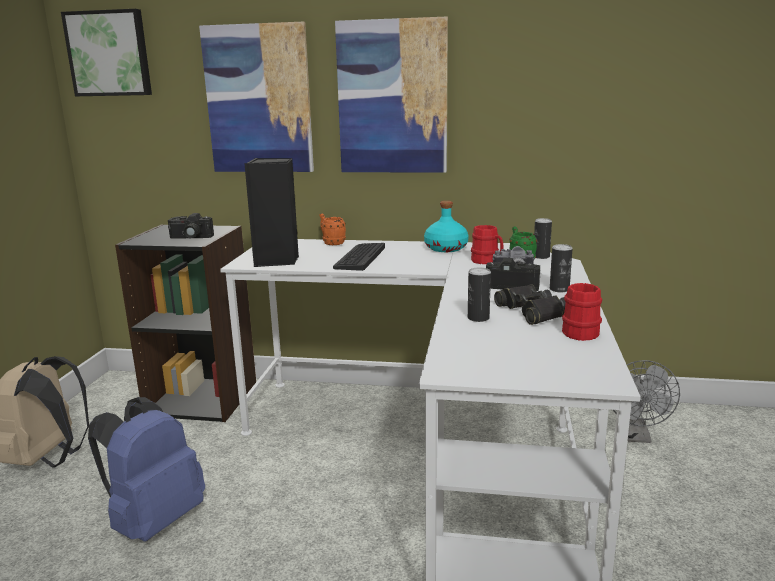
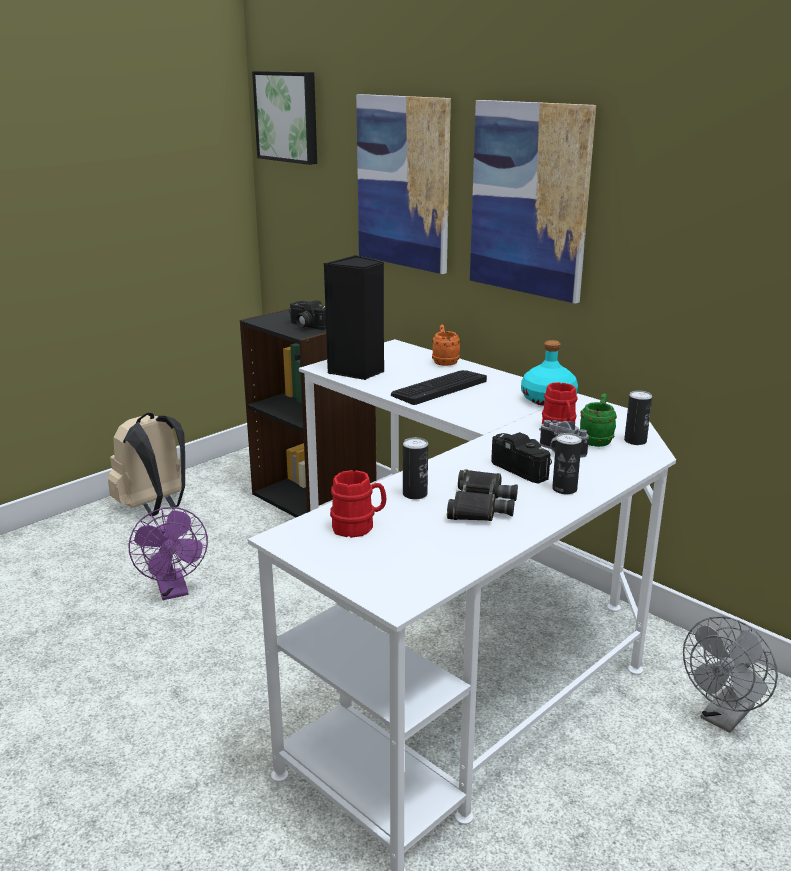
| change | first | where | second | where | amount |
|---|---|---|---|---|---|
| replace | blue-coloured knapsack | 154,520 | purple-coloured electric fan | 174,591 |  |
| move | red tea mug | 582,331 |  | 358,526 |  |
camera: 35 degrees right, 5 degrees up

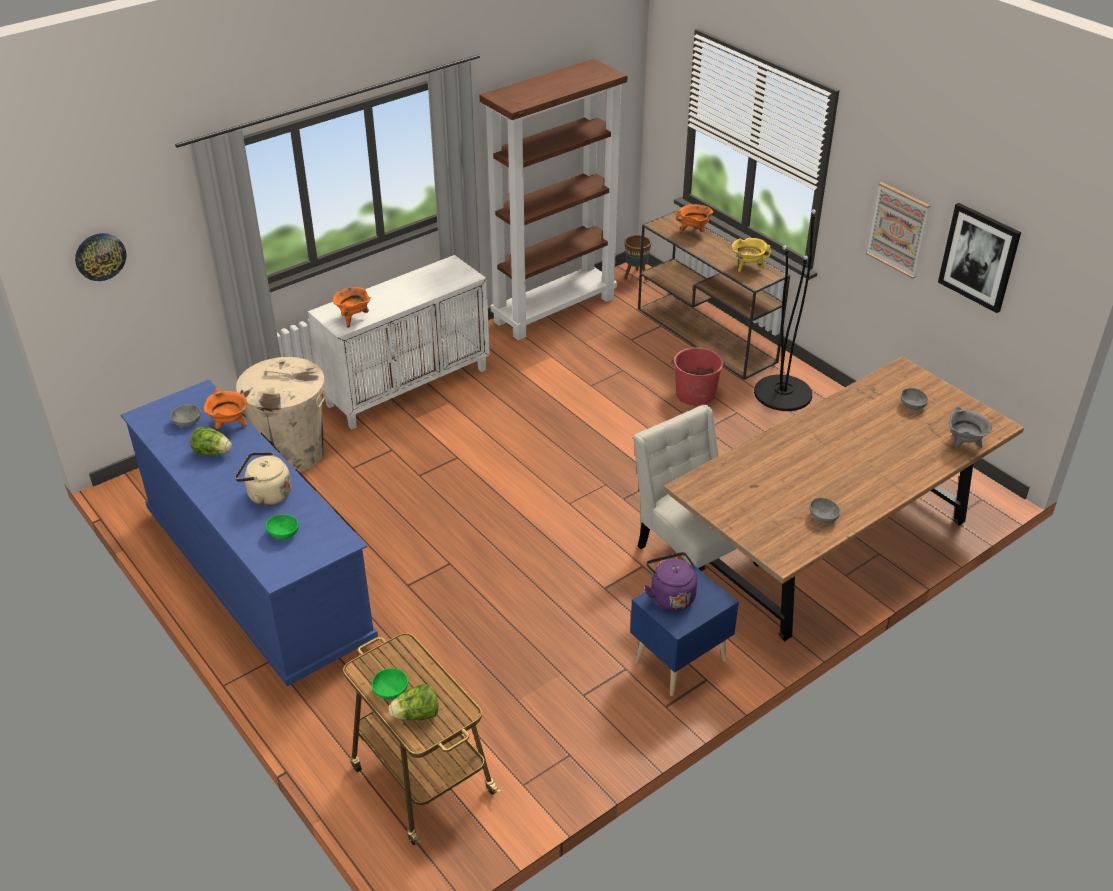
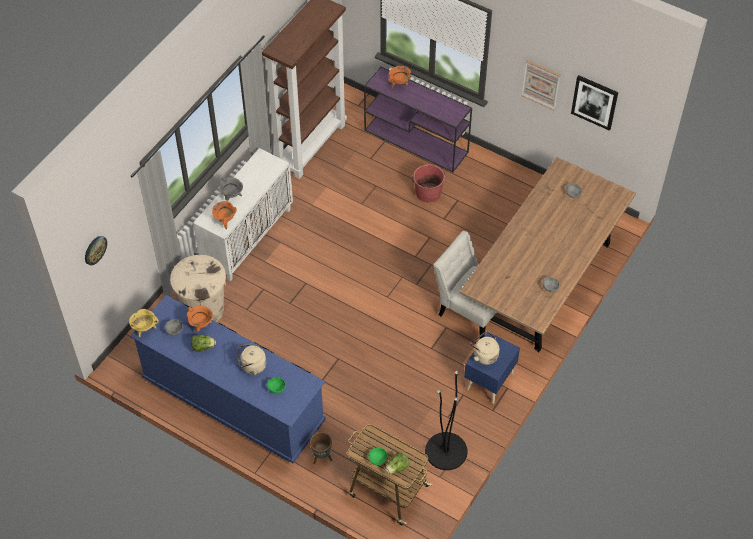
| change | first | where | second | where | amount |
|---|---|---|---|---|---|
| move | brown-coloured plant pot | 636,276 |  | 321,457 |  |
| recolor | brown-coloured narrow table | 707,335 | purple-coloured narrow table | 417,141 |  |
| recolor | purple-coloured water kettle | 670,596 | sand-coloured water kettle | 484,355 |  |
| move | yellowish stockpot | 748,267 |  | 145,329 |  |
| move | black standing lamp | 783,393 |  | 446,451 |  |
| move | greyish stockpot | 963,444 |  | 231,196 |  |
camera: 20 degrees left, 15 degrees up

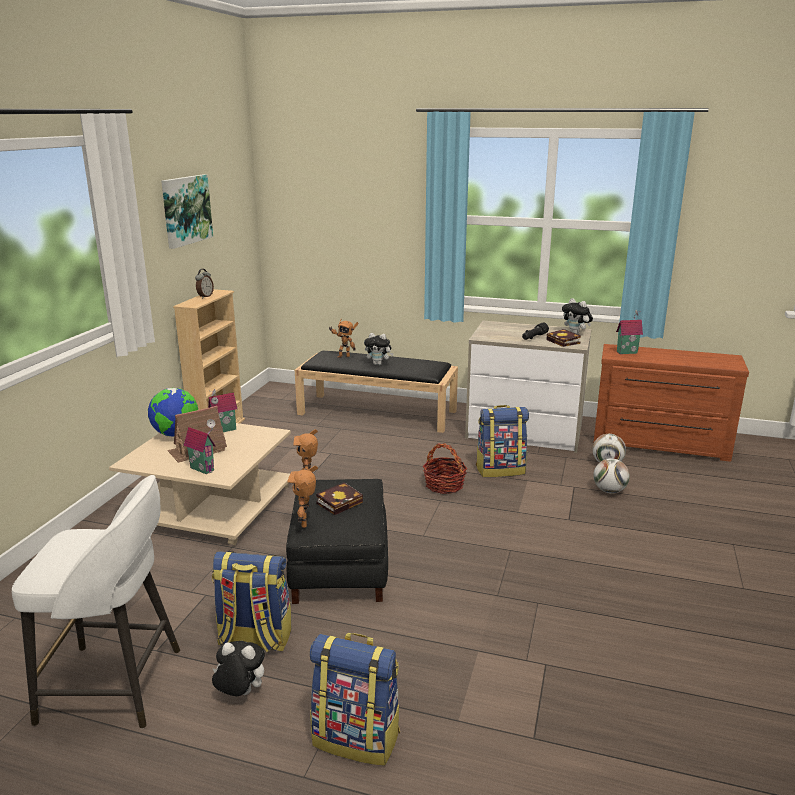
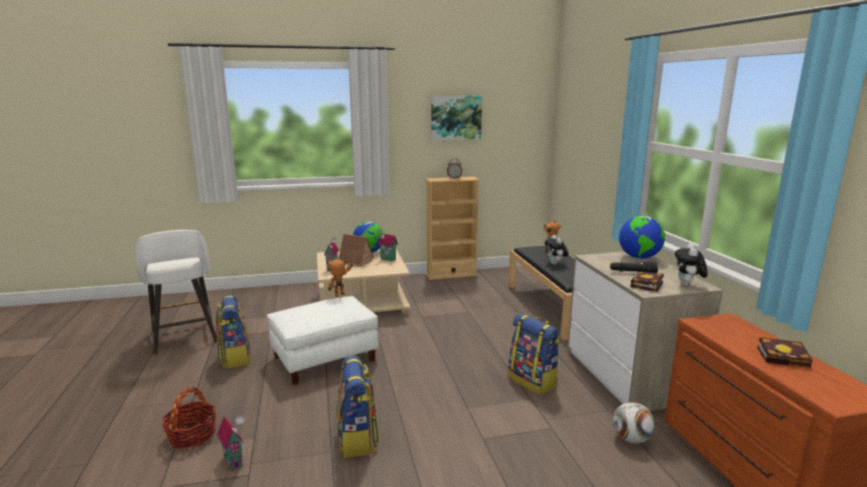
| change | first | where | second | where | amount |
|---|---|---|---|---|---|
| delete | cuddly toy | 240,694 |  |  |  |
| recolor | black pouffe | 340,567 | whitish pouffe | 324,359 |  |
| delete | robot figure | 306,523 |  |  |  |
| move | knapsack | 357,738 |  | 358,439 |  |
| move | bound book | 340,502 |  | 785,357 |  |
| move | household basket | 444,485 |  | 192,435 |  |
| delete | football ball | 609,491 |  |  |  |
| move | model house | 626,352 |  | 235,461 |  |
| insert |  |  | world globe | 639,258 |  |
camera: 60 degrees right, 5 degrees down

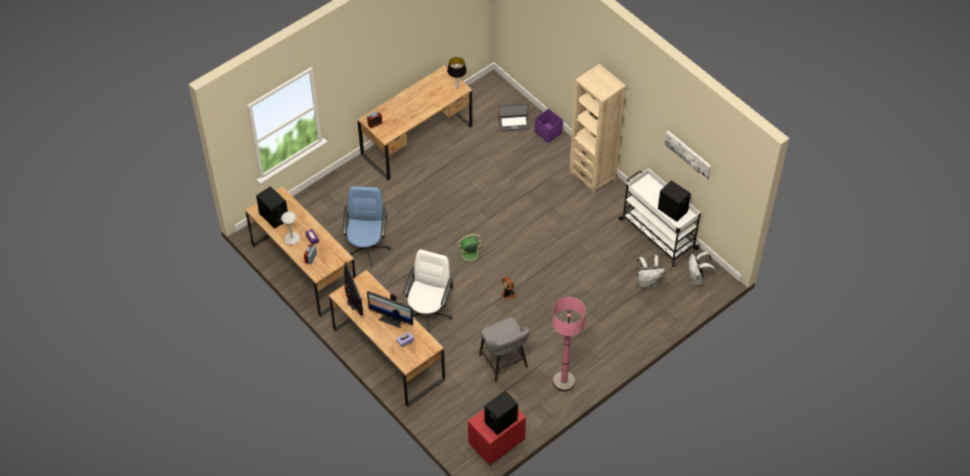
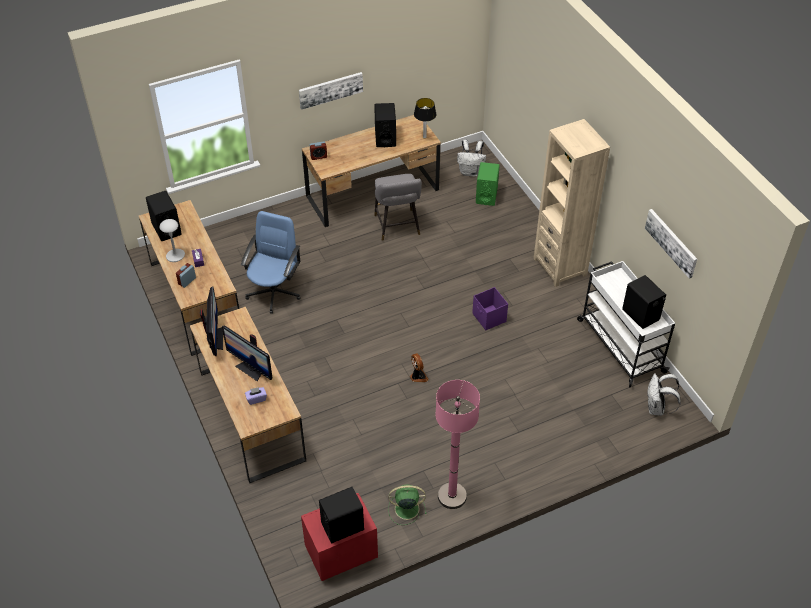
| change | first | where | second | where | amount |
|---|---|---|---|---|---|
| delete | whitish office chair | 429,312 |  |  |  |
| move | greenish electric fan | 468,253 |  | 405,509 |  |
| move | greyish stool | 504,363 |  | 397,227 |  |
| replace | notebook computer | 514,123 | greenish speaker | 486,196 |  |
| move | purple-coloured storage bin | 548,133 |  | 489,318 |  |
| move | whitish knapsack | 647,282 |  | 470,172 |  |
| insert |  |  | wall art | 330,89 |  |
| insert |  |  | black speaker | 385,138 |  |
camera: 15 degrees right, 5 degrees down

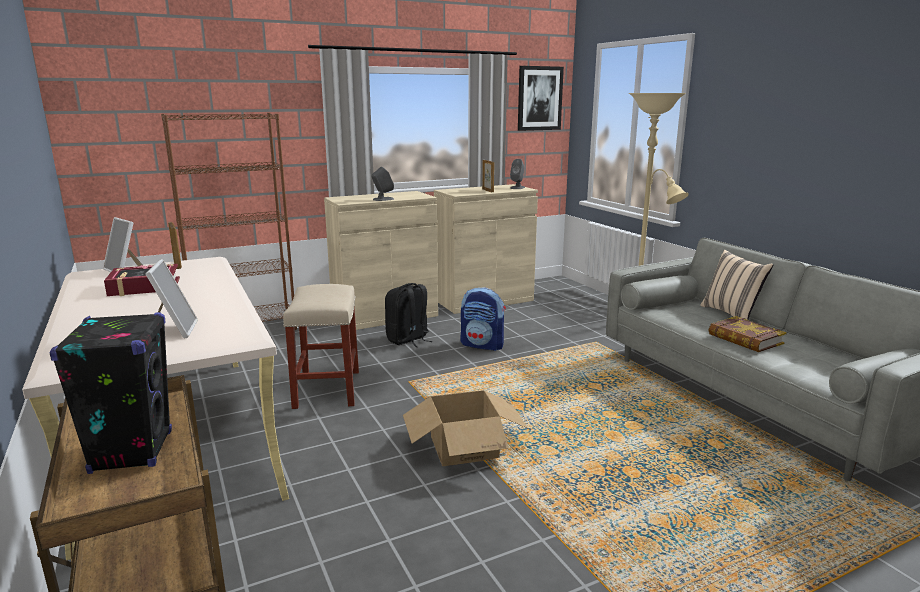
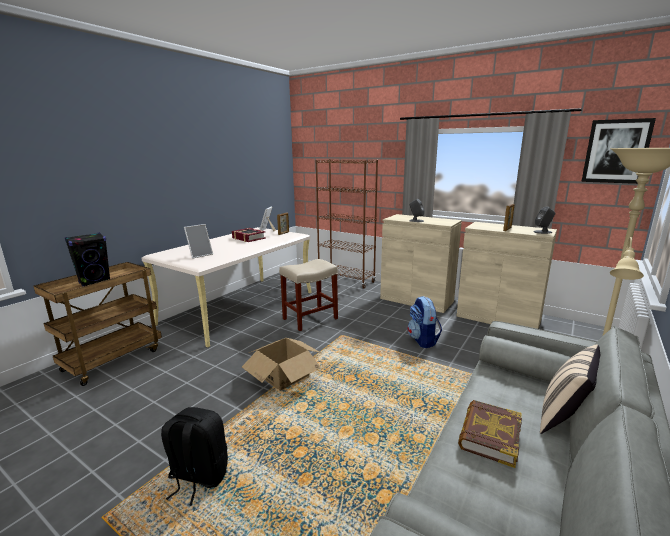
| change | first | where | second | where | amount |
|---|---|---|---|---|---|
| move | black knapsack | 408,340 |  | 198,477 |  |
camera: 60 degrees right, 0 degrees up

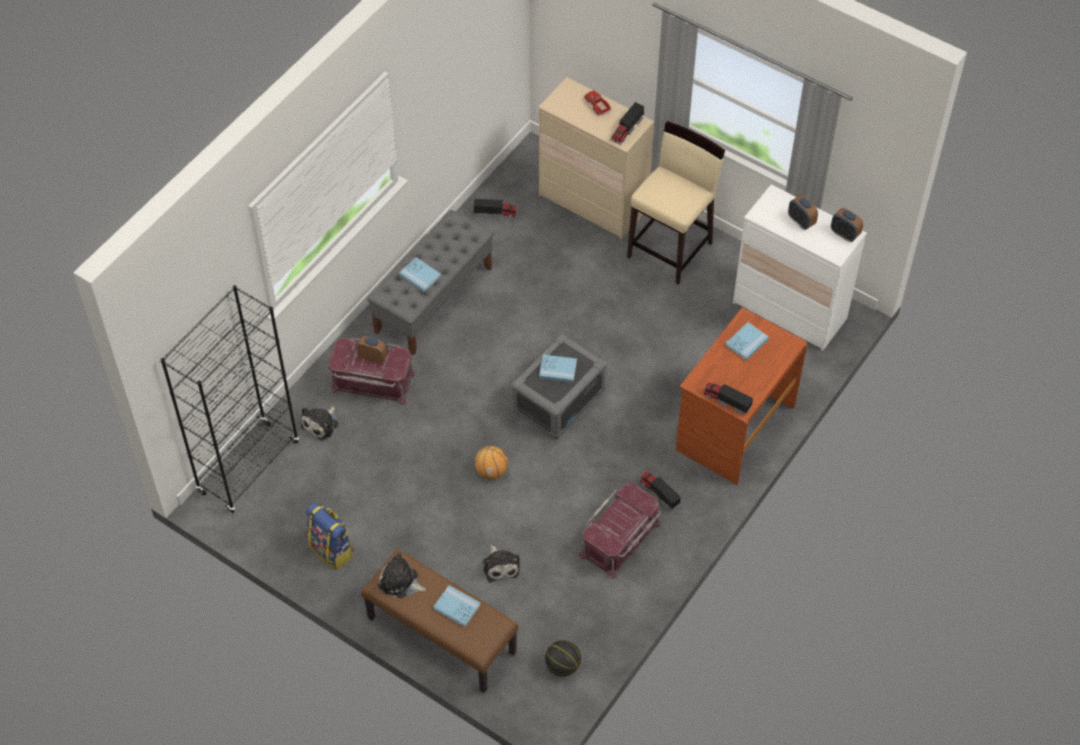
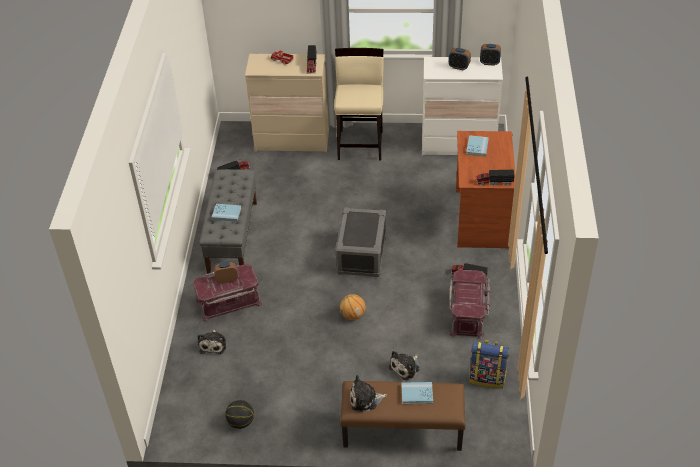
| change | first | where | second | where | amount |
|---|---|---|---|---|---|
| delete | black bookshelf | 249,467 |  |  |  |
| move | knapsack | 332,550 |  | 487,378 |  |
| rotate | cuddly toy | 500,566 |  | 406,367 | 90 degrees clockwise |
| delete | blue-coloured bound book | 557,369 |  |  |  |
| move | basketball | 562,666 |  | 241,422 |  |
camera: 30 degrees left, 10 degrees down

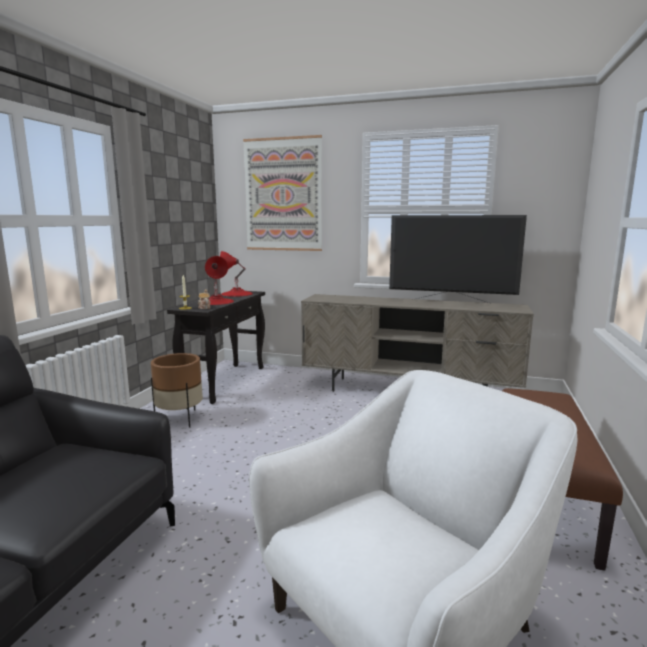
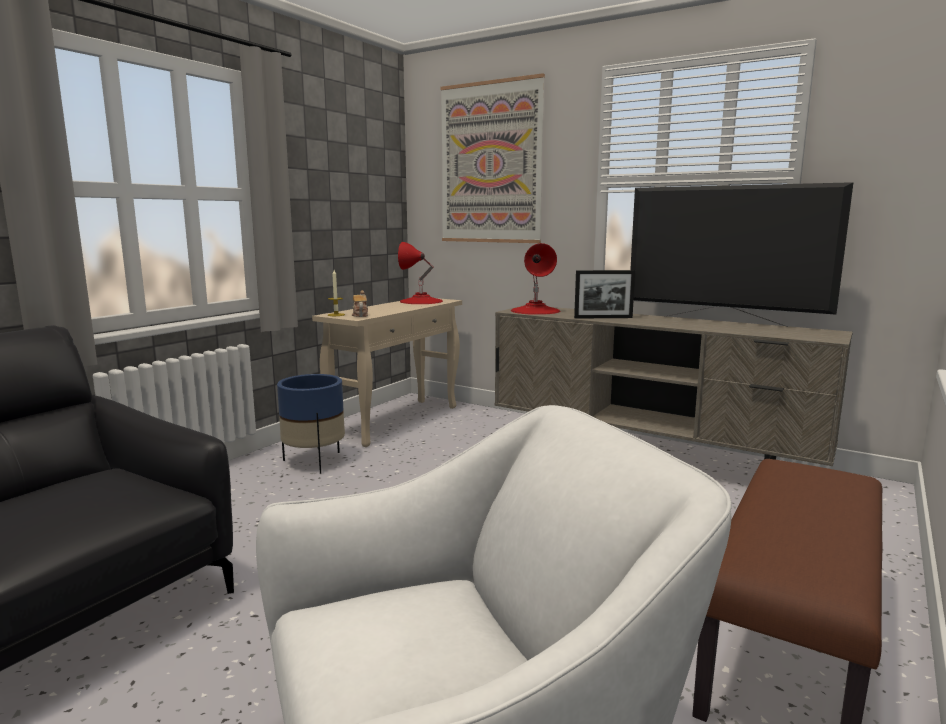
| change | first | where | second | where | amount |
|---|---|---|---|---|---|
| recolor | brown-coloured plant pot | 179,419 | blue-coloured plant pot | 314,462 |  |
| recolor | black narrow table | 225,382 | sand-coloured narrow table | 397,421 |  |
| move | red tabletop lamp | 216,301 |  | 535,310 |  |
| insert |  |  | picture frame | 603,318 |  |
camera: 15 degrees right, 0 degrees up

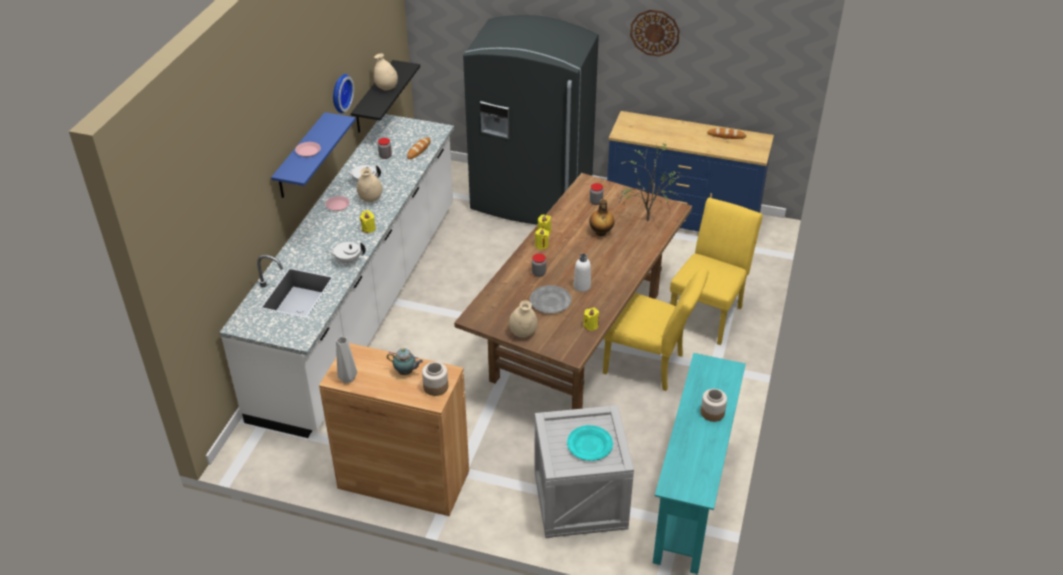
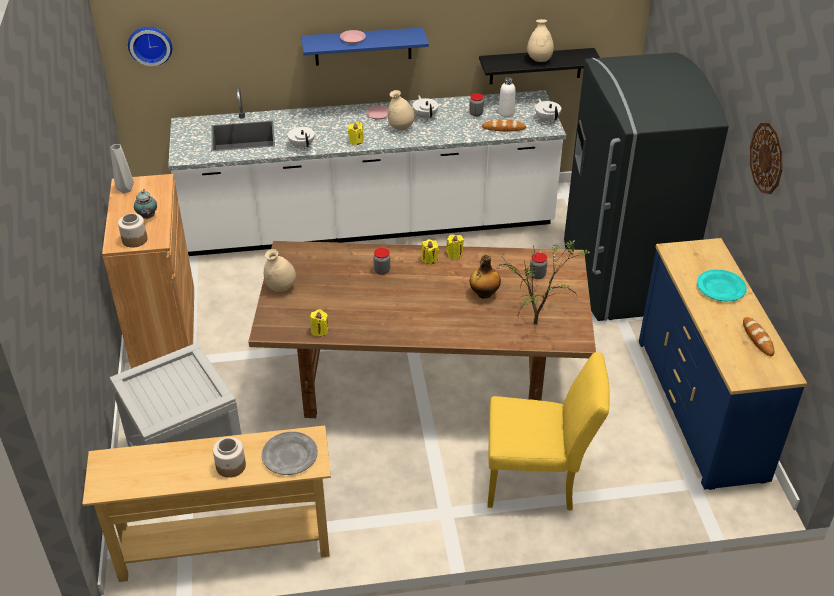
| change | first | where | second | where | amount |
|---|---|---|---|---|---|
| move | clock on the wall | 340,93 |  | 150,44 |  |
| move | greyish dinner plate | 550,301 |  | 289,455 |  |
| move | blue-green dinner plate | 589,445 |  | 721,288 |  |
| move | whitish beverage bottle | 582,286 |  | 506,113 |  |
| delete | yellowish plain chair | 650,365 |  |  |  |
| recolor | blue-green narrow table | 692,498 | sand-coloured narrow table | 225,548 |  |
| insert |  |  | whitish teapot | 547,119 |  |
camera: 65 degrees right, 0 degrees up

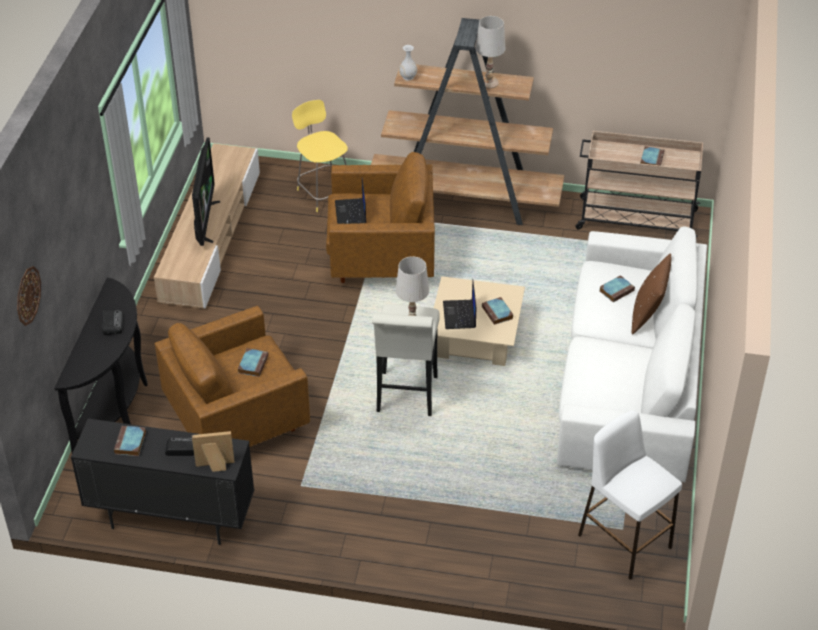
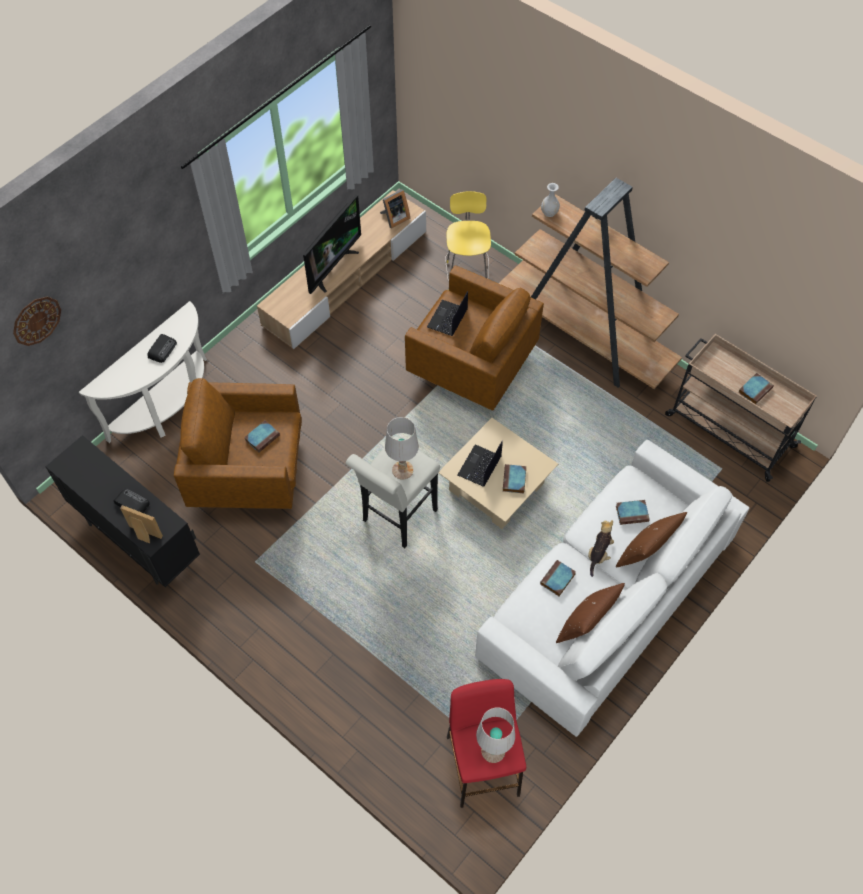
| change | first | where | second | where | amount |
|---|---|---|---|---|---|
| recolor | black narrow table | 115,403 | whitish narrow table | 168,408 |  |
| move | bound book | 130,443 |  | 557,580 |  |
| move | whitish tabletop lamp | 489,83 |  | 493,751 |  |
| recolor | whitish stool | 624,541 | red stool | 482,765 |  |
| insert |  |  | picture frame | 394,218 |  |
| insert |  |  | brown-coloured cushion | 585,625 |  |
| insert |  |  | cuddly toy | 599,553 |  |
camera: 30 degrees right, 15 degrees up

